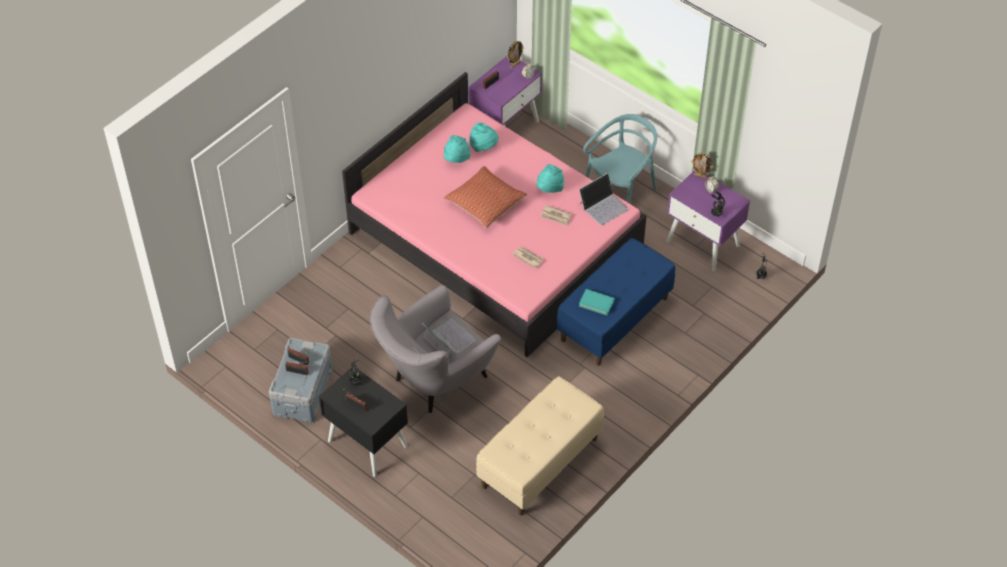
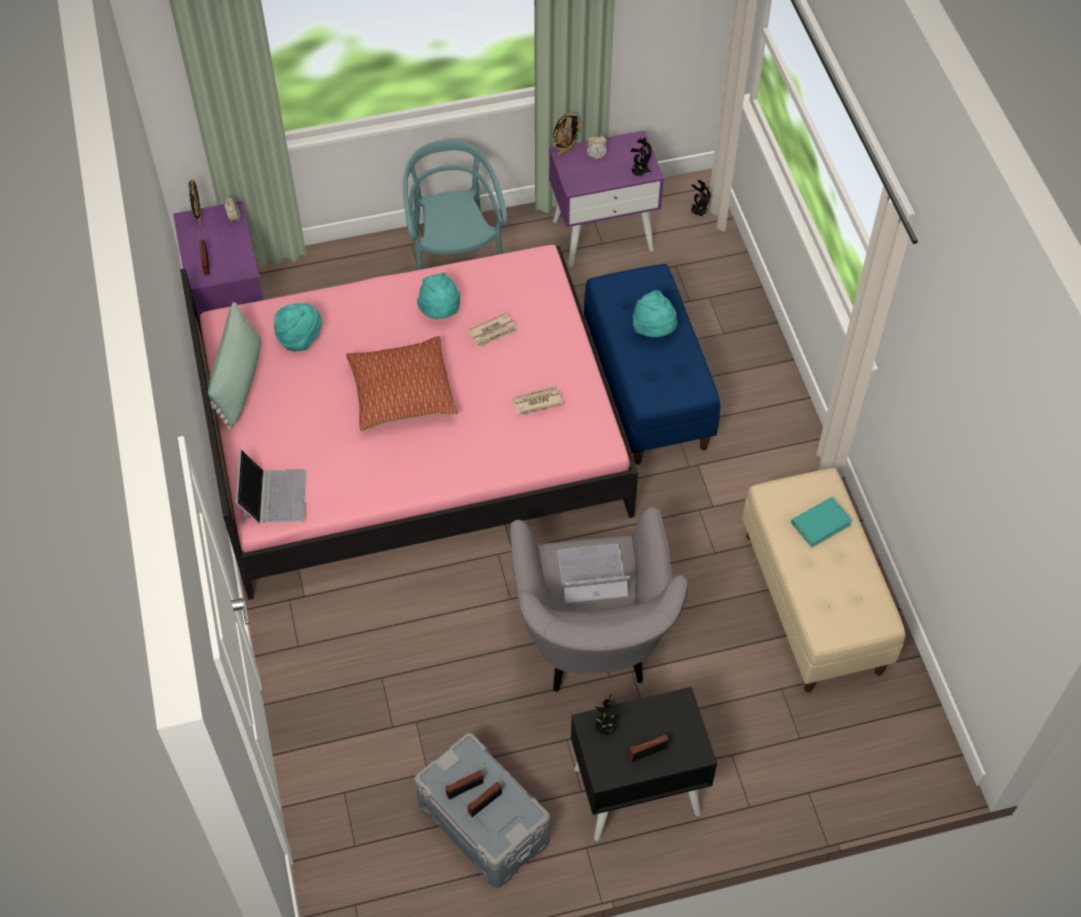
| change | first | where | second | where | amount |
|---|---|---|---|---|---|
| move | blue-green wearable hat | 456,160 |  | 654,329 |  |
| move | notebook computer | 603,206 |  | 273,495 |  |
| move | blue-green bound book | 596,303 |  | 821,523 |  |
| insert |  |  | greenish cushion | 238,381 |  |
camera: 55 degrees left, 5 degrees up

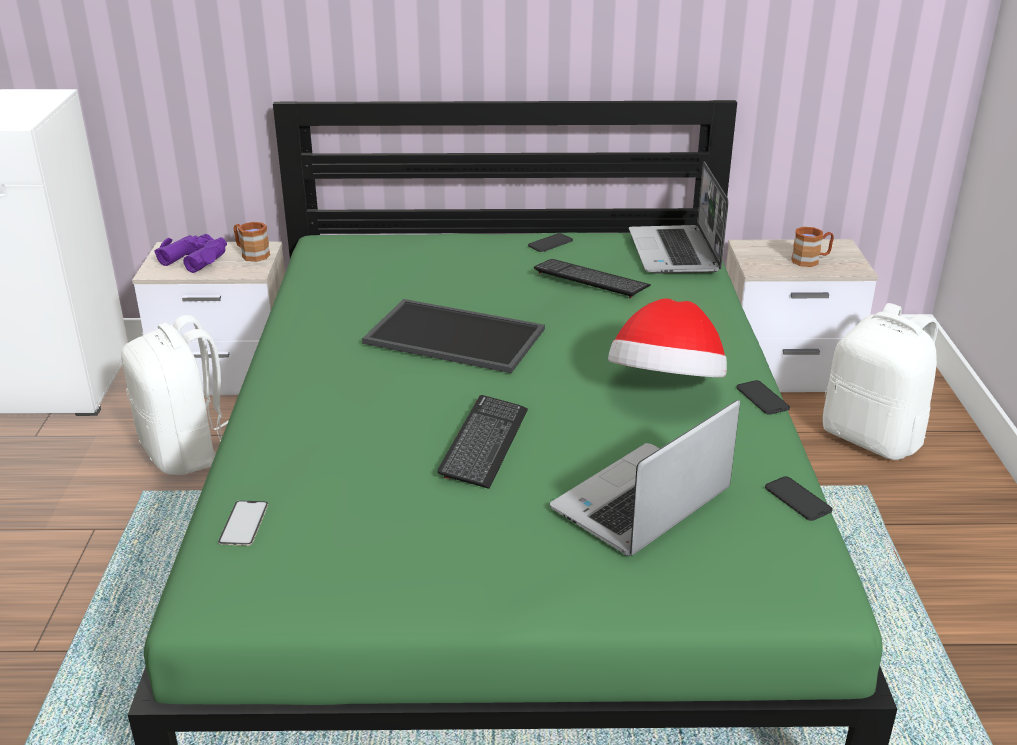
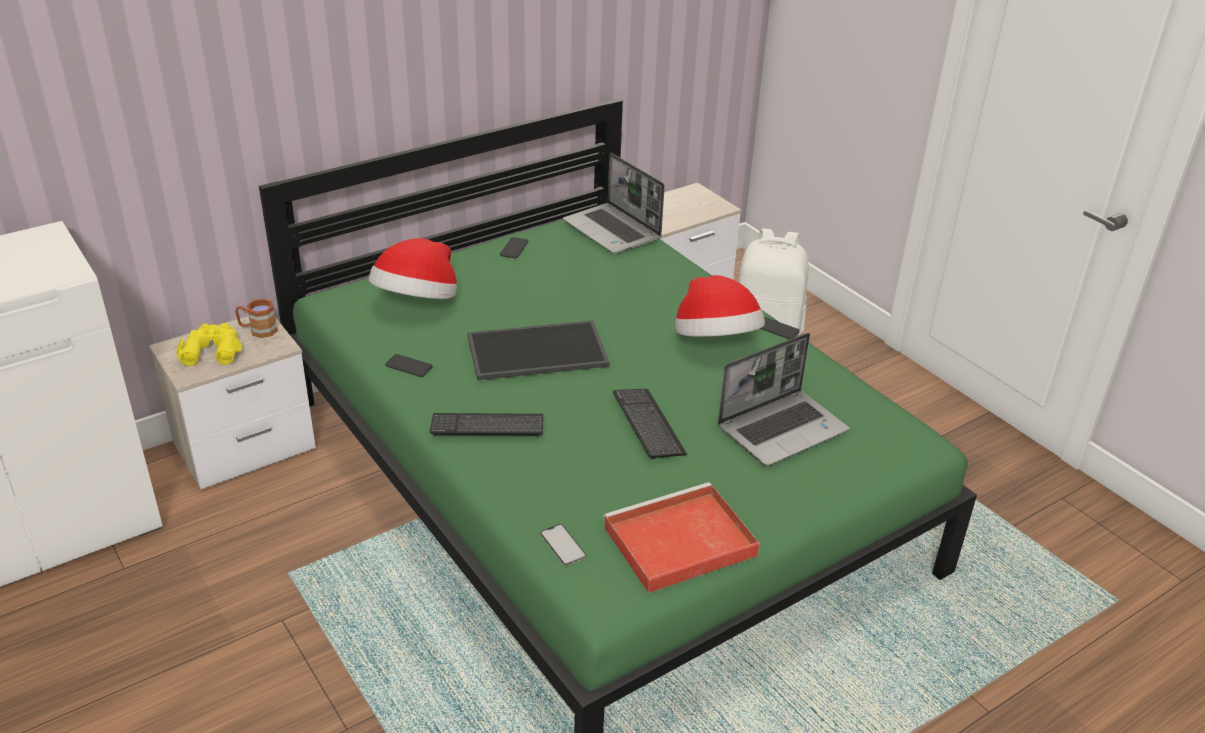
| change | first | where | second | where | amount |
|---|---|---|---|---|---|
| delete | whitish knapsack | 187,451 |  |  |  |
| recolor | purple-coloured binoculars | 196,259 | yellowish binoculars | 212,350 |  |
| move | computer keyboard | 591,279 |  | 487,426 |  |
| rotate | notebook computer | 641,504 |  | 782,428 | 135 degrees counterclockwise |
| move | phone | 798,499 |  | 409,366 |  |
| delete | brown-coloured tea mug | 810,260 |  |  |  |
| insert |  |  | wearable hat | 417,302 |  |
| insert |  |  | red tray | 677,543 |  |
camera: 35 degrees left, 5 degrees up

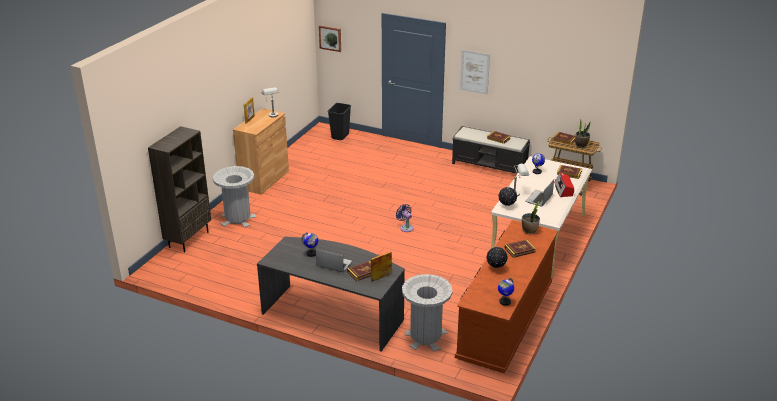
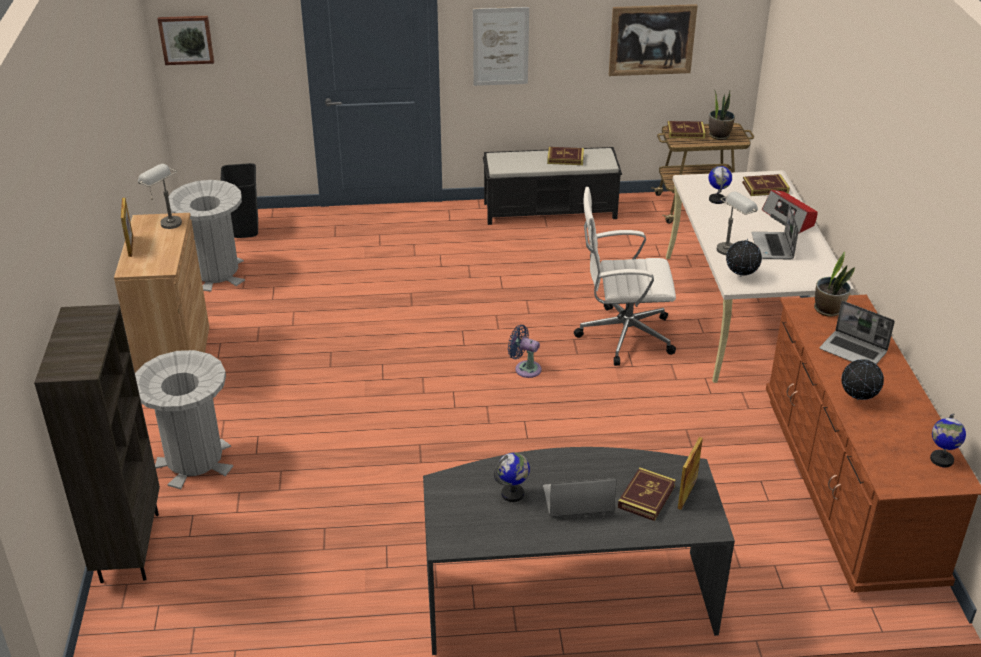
| change | first | where | second | where | amount |
|---|---|---|---|---|---|
| move | greyish rubbish bin | 425,337 |  | 216,273 |  |
| replace | bound book | 520,250 | notebook computer | 854,351 |  |
| insert |  |  | whitish office chair | 622,335 |  |
| insert |  |  | wall art | 652,40 |  |
camera: 30 degrees left, 5 degrees up

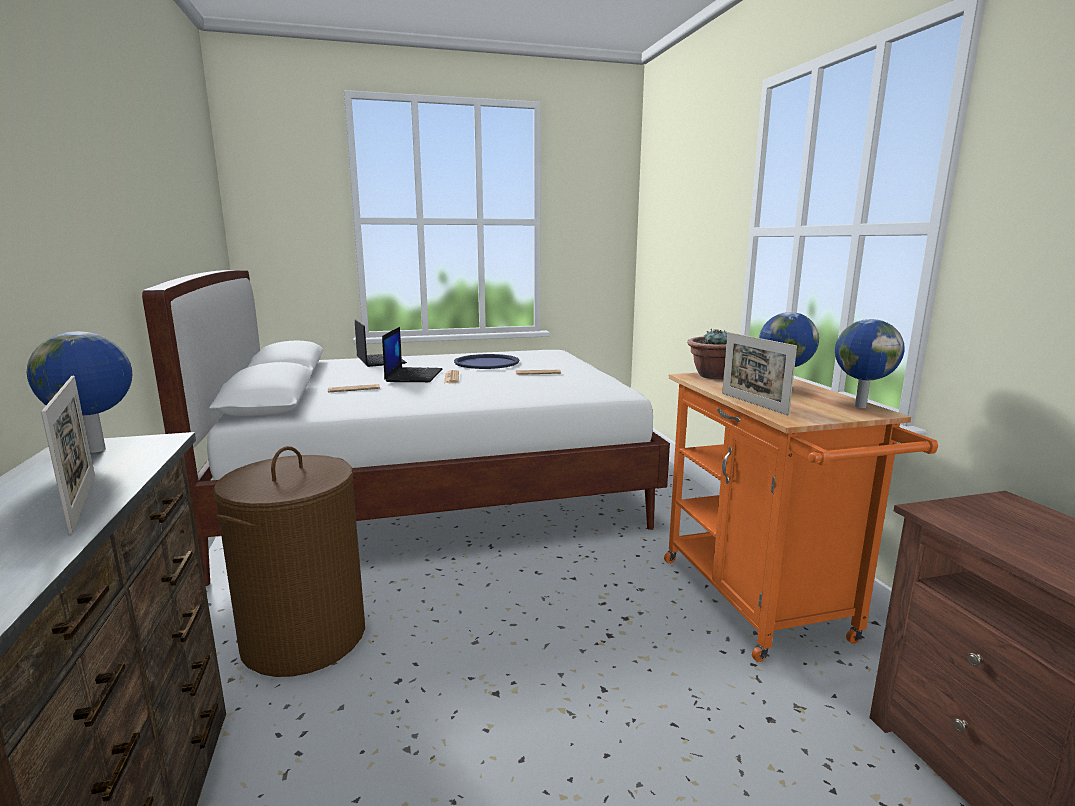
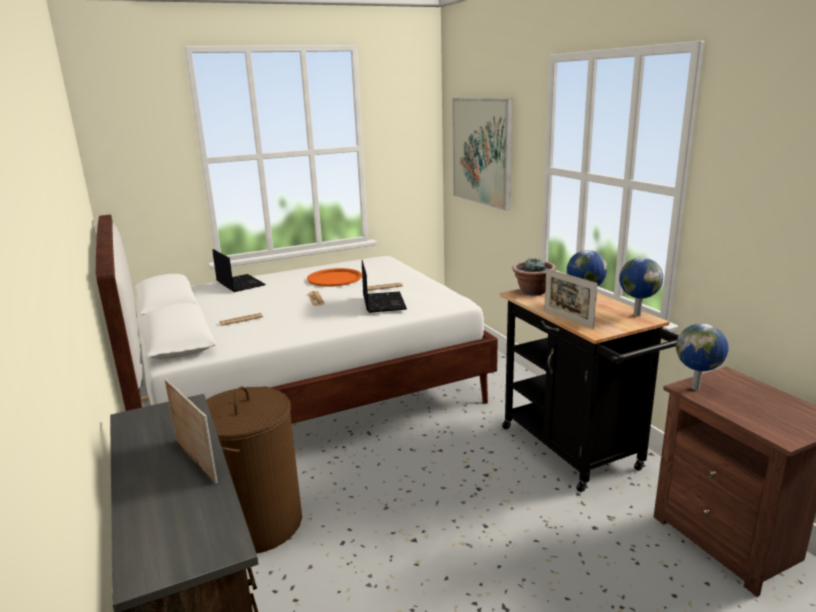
| change | first | where | second | where | amount |
|---|---|---|---|---|---|
| move | world globe | 98,450 |  | 696,388 |  |
| move | notebook computer | 413,375 |  | 383,302 |  |
| recolor | blue-coloured tray | 486,363 | orangey tray | 334,278 |  |
| recolor | orangey cart | 761,605 | black cart | 576,452 |  |
| insert |  |  | wall art | 482,151 |  |
camera: 10 degrees left, 5 degrees up

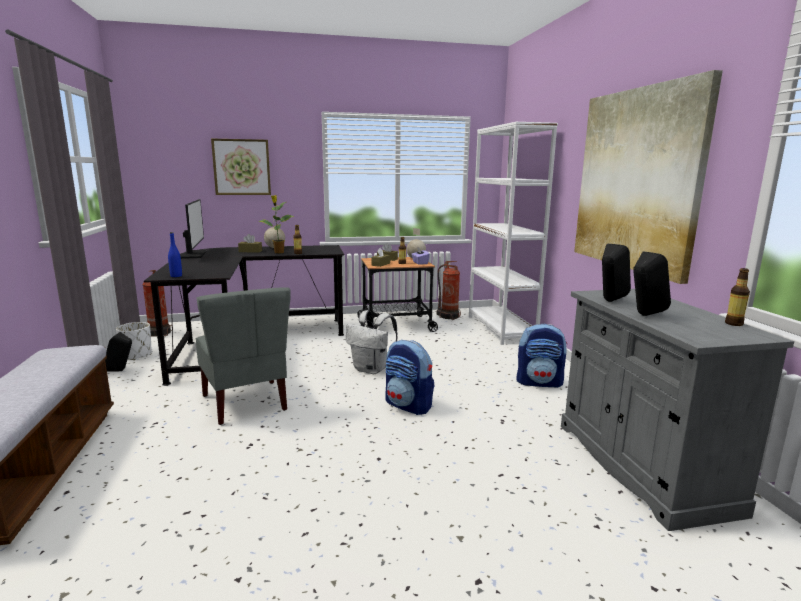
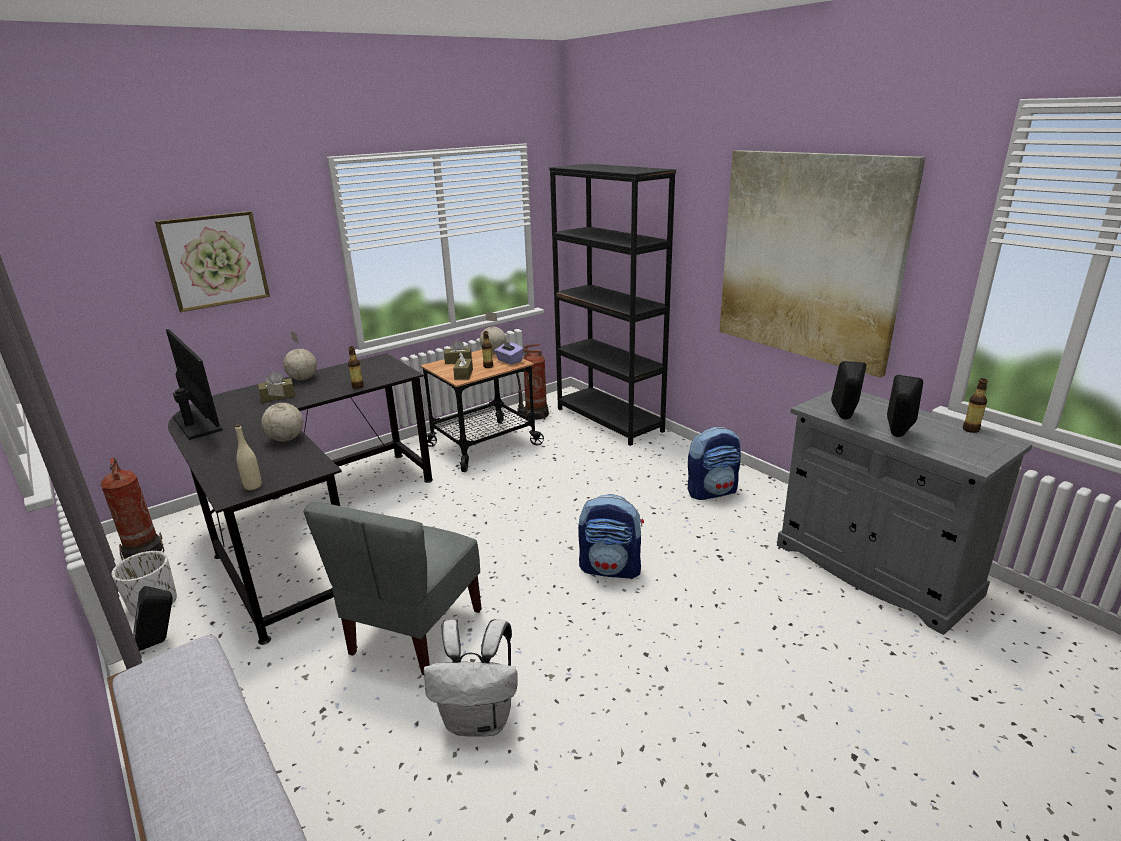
| change | first | where | second | where | amount |
|---|---|---|---|---|---|
| recolor | blue-coloured beverage bottle | 176,276 | sand-coloured beverage bottle | 253,486 |  |
| rotate | greyish plain chair | 246,402 |  | 414,632 | 75 degrees clockwise |
| delete | houseplant | 278,252 |  |  |  |
| move | whitish knapsack | 372,369 |  | 480,720 |  |
| recolor | whitish bookshelf | 500,328 | black bookshelf | 609,420 |  |
| insert |  |  | world globe | 286,439 |  |
camera: 25 degrees left, 10 degrees up

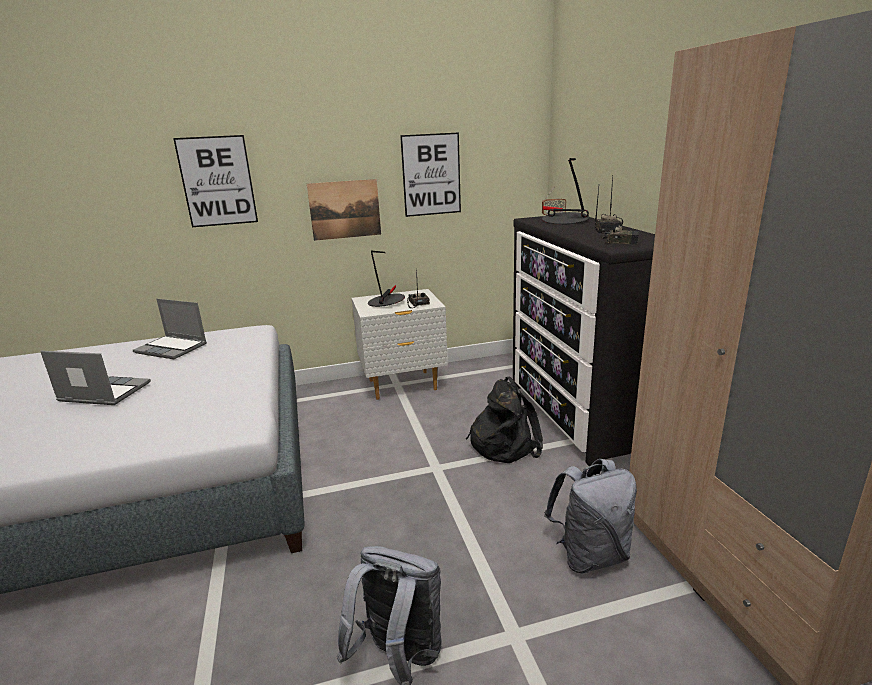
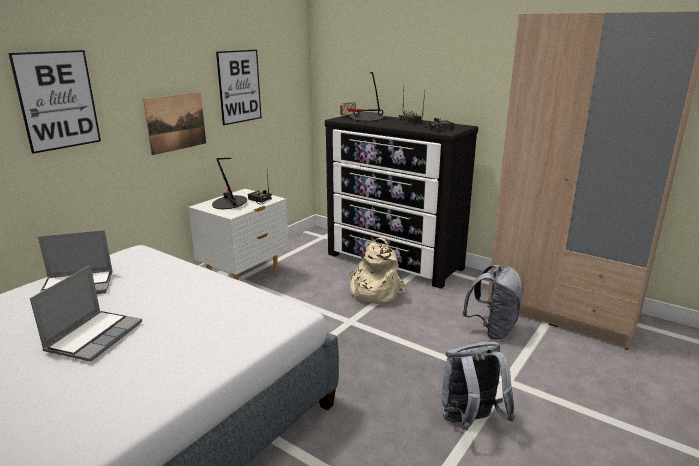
| change | first | where | second | where | amount |
|---|---|---|---|---|---|
| rotate | notebook computer | 103,393 |  | 94,336 | 135 degrees clockwise |
| recolor | black knapsack | 504,444 | sand-coloured knapsack | 373,292 |  |
camera: 40 degrees left, 0 degrees up

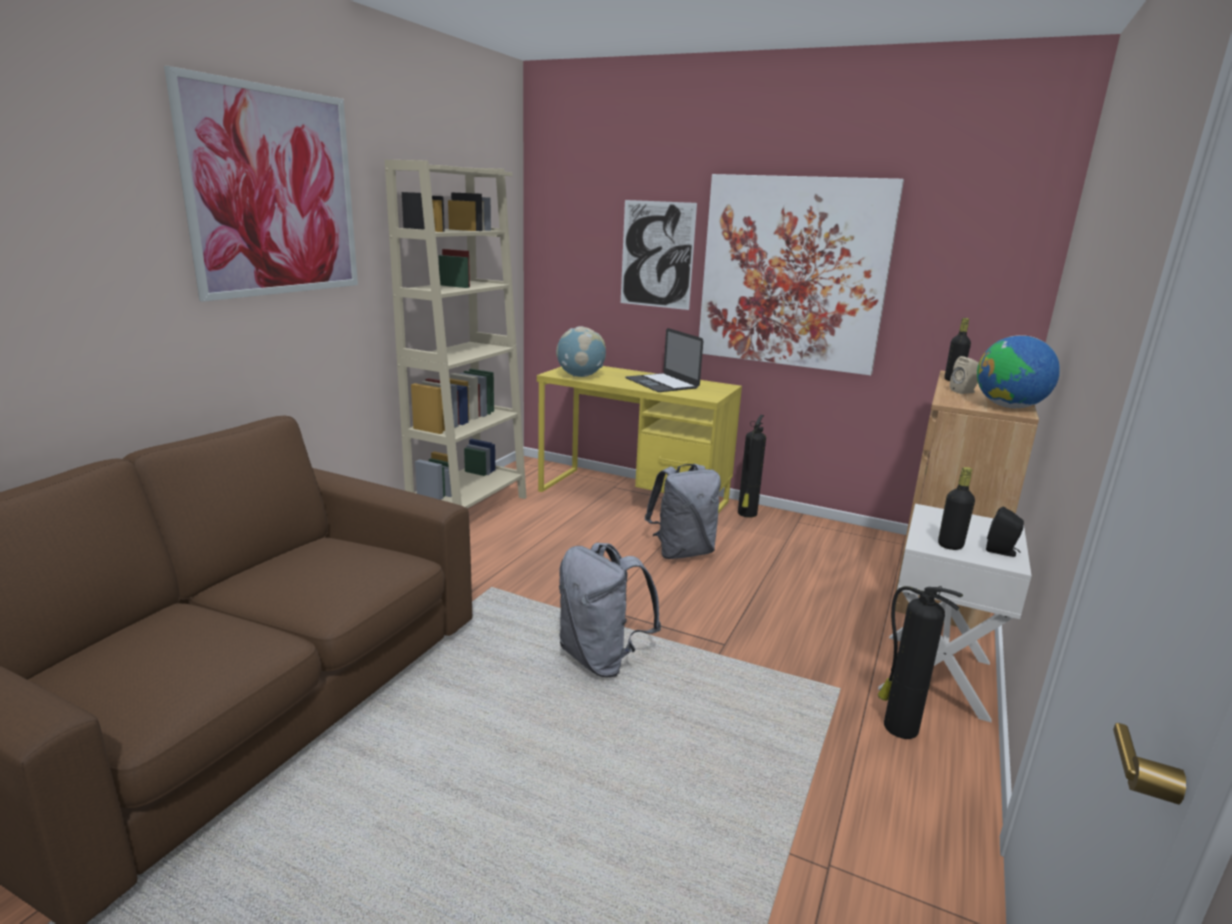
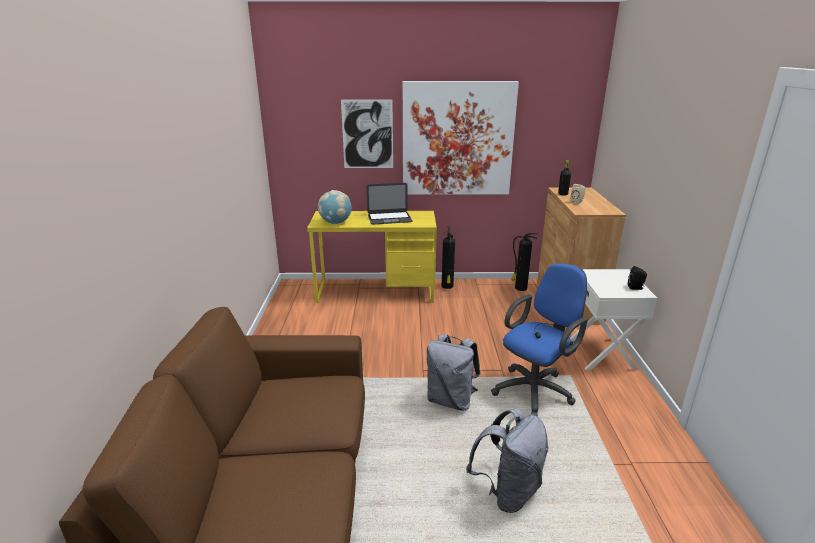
| change | first | where | second | where | amount |
|---|---|---|---|---|---|
| delete | wall art | 274,192 |  |  |  |
| delete | sand-coloured bookshelf | 469,509 |  |  |  |
| rotate | notebook computer | 662,383 |  | 389,218 | 45 degrees counterclockwise |
| move | greyish knapsack | 682,552 |  | 508,491 |  |
| move | fire-fighting cylinder | 898,726 |  | 520,288 |  |
| delete | black beverage bottle | 950,545 |  |  |  |
| delete | world globe | 1009,407 |  |  |  |
| insert |  |  | blue-coloured office chair | 536,390 |  |
camera: 25 degrees left, 5 degrees up

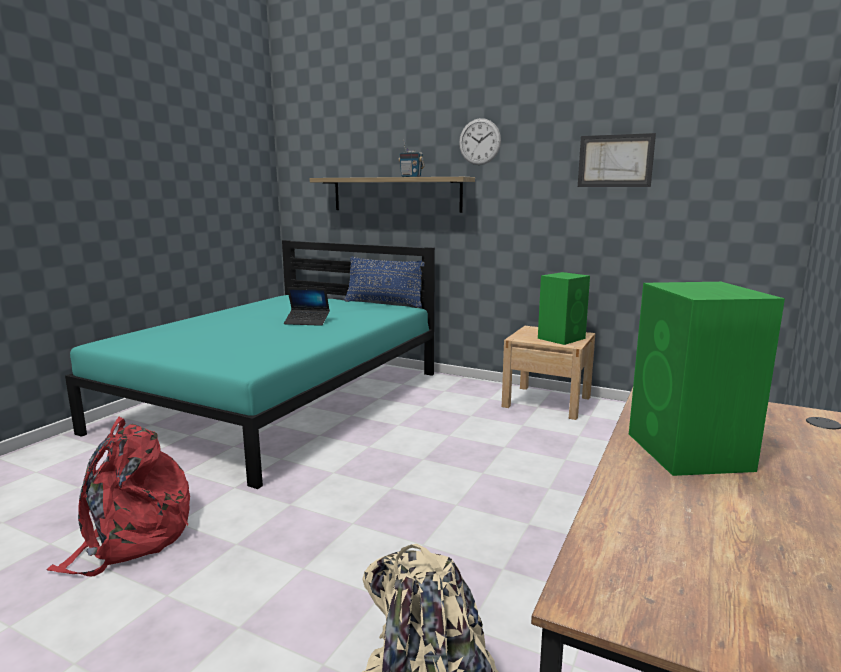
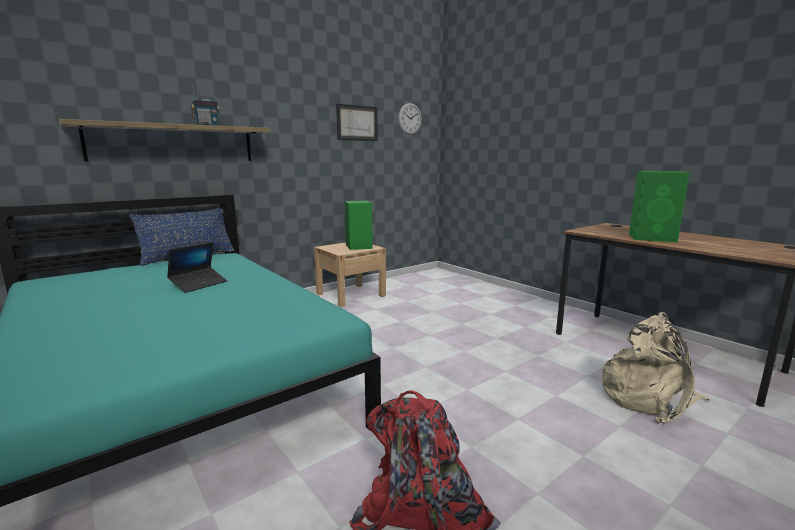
| change | first | where | second | where | amount |
|---|---|---|---|---|---|
| move | clock on the wall | 479,142 |  | 410,119 |  |
camera: 65 degrees left, 0 degrees up

